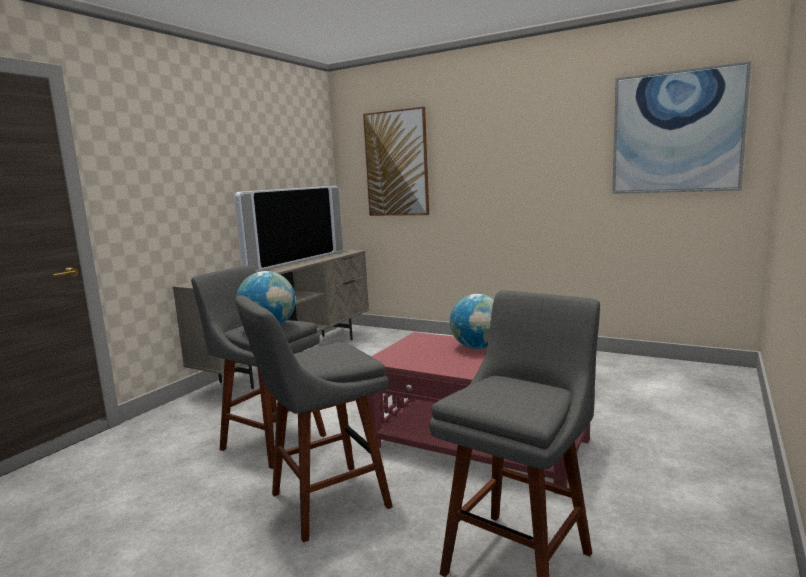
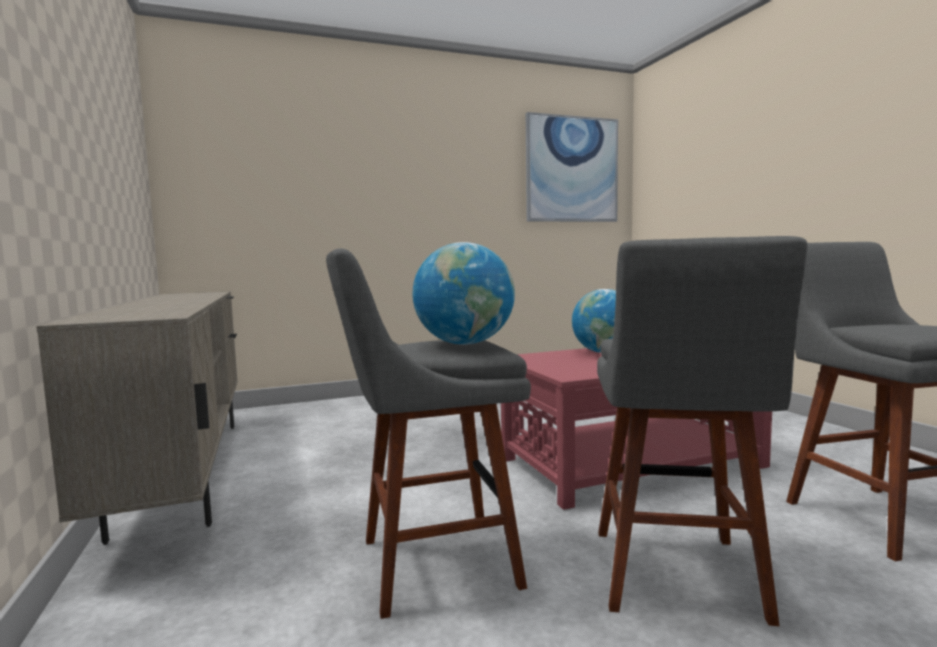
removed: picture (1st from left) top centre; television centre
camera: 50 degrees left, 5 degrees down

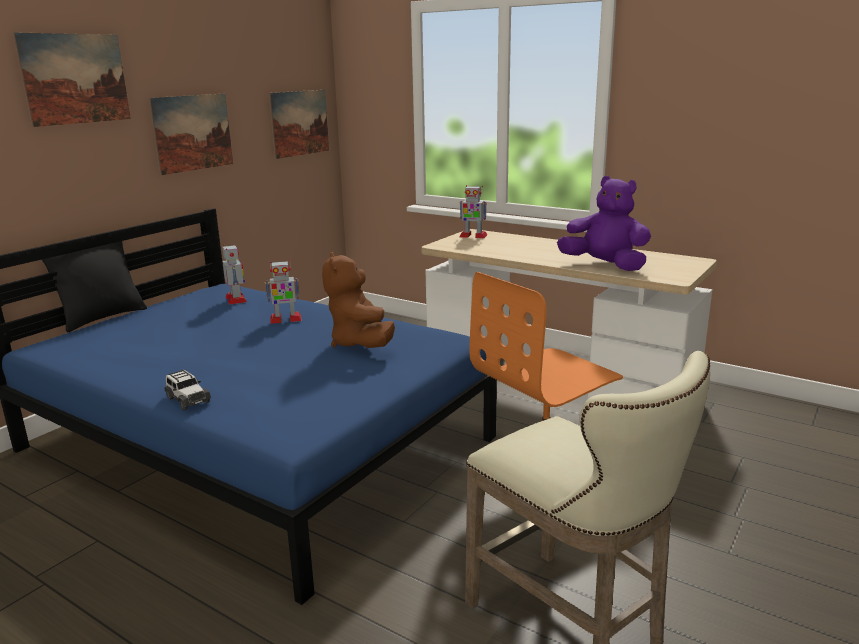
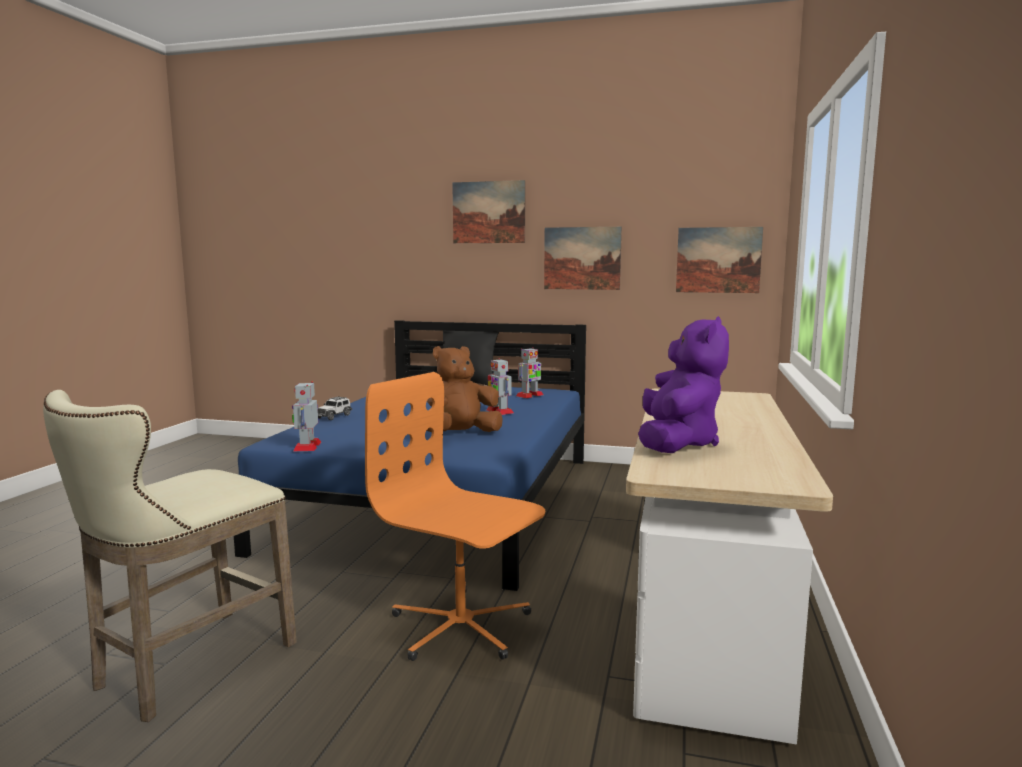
moved: toy robot (3rd from left in the first image) top centre to toy robot (1st from left) middle left
camera: 70 degrees right, 10 degrees down

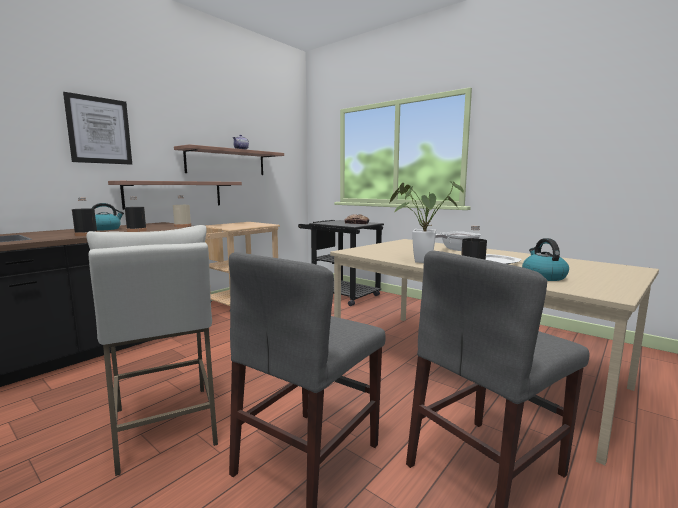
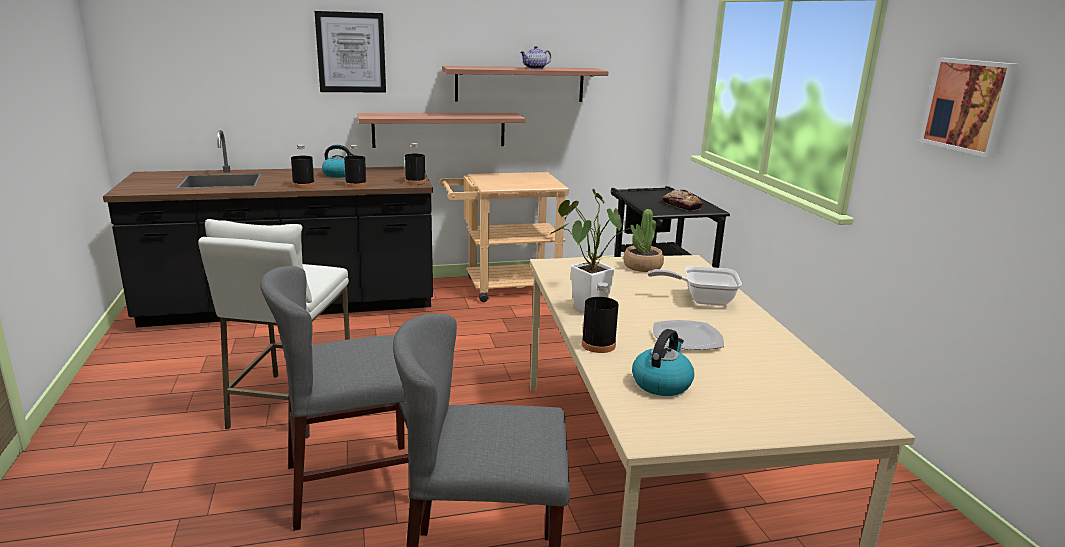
added: picture (2nd from left) top right; potted plant (2nd from left) centre
recoloured: beige bottle middle left to black bottle (3rd from left) top centre
camera: 35 degrees right, 10 degrees up

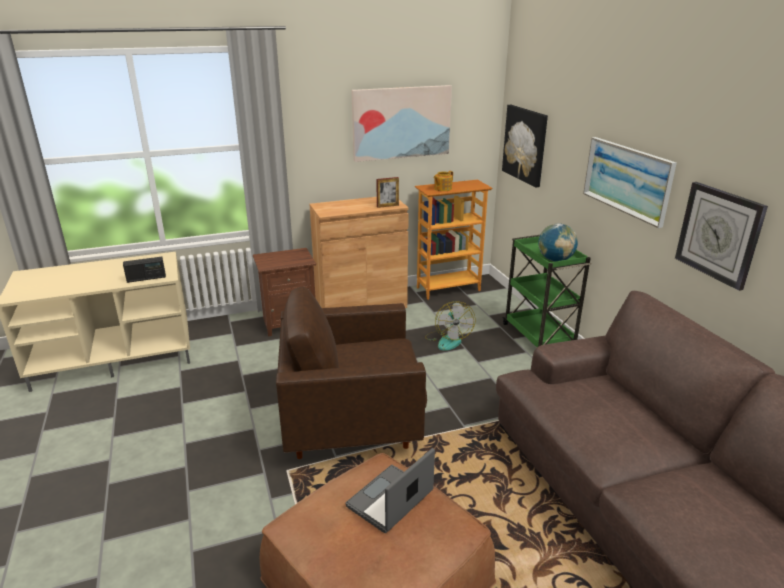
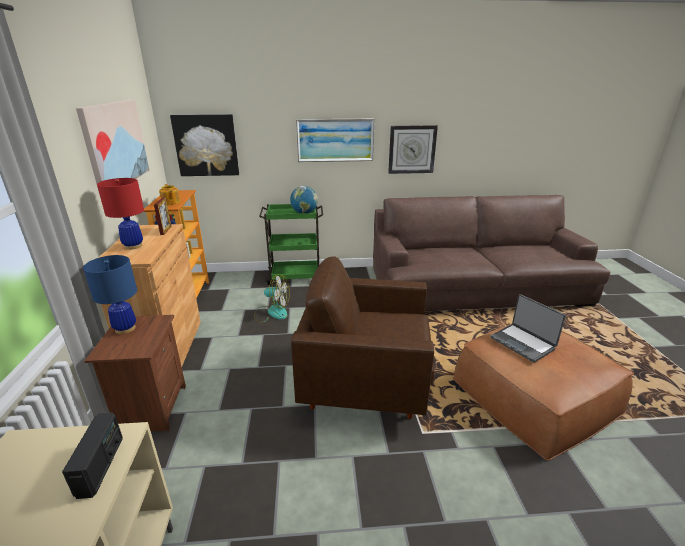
added: red table lamp middle left; blue table lamp middle left
turned: brown armchair centre = centre 90 degrees clockwise
camera: 75 degrees left, 0 degrees up

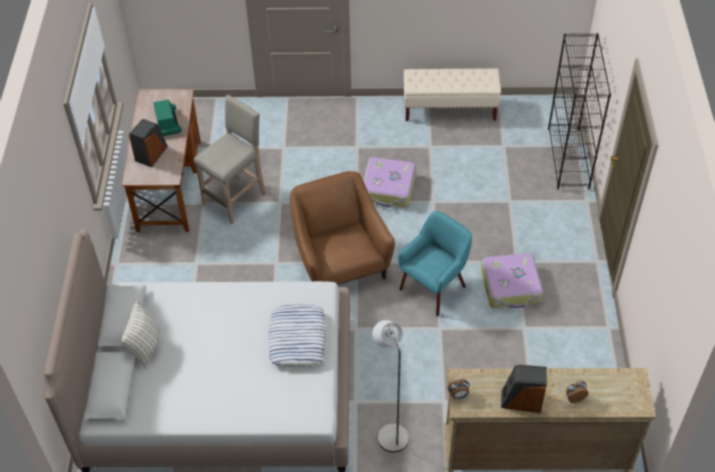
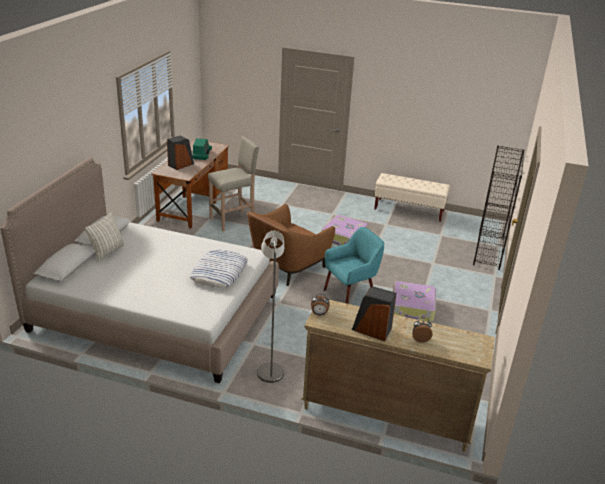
turned: brown armchair centre = centre 135 degrees counterclockwise
camera: 15 degrees right, 20 degrees down

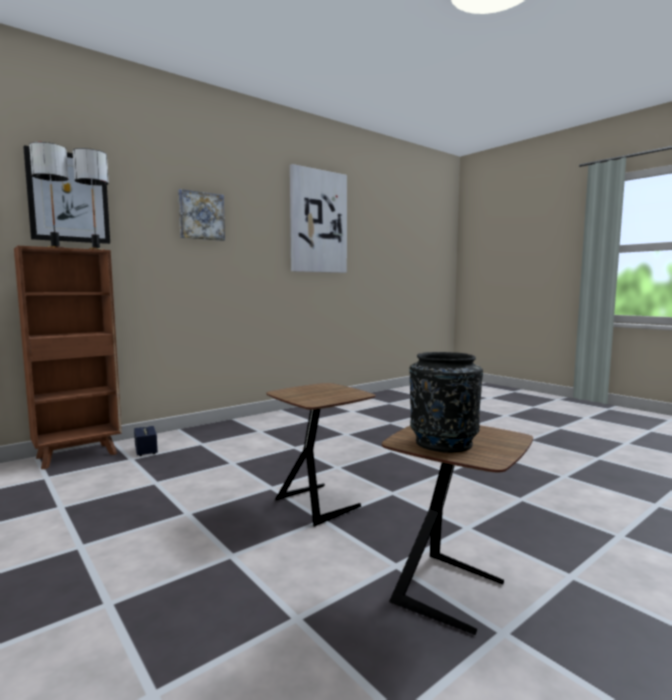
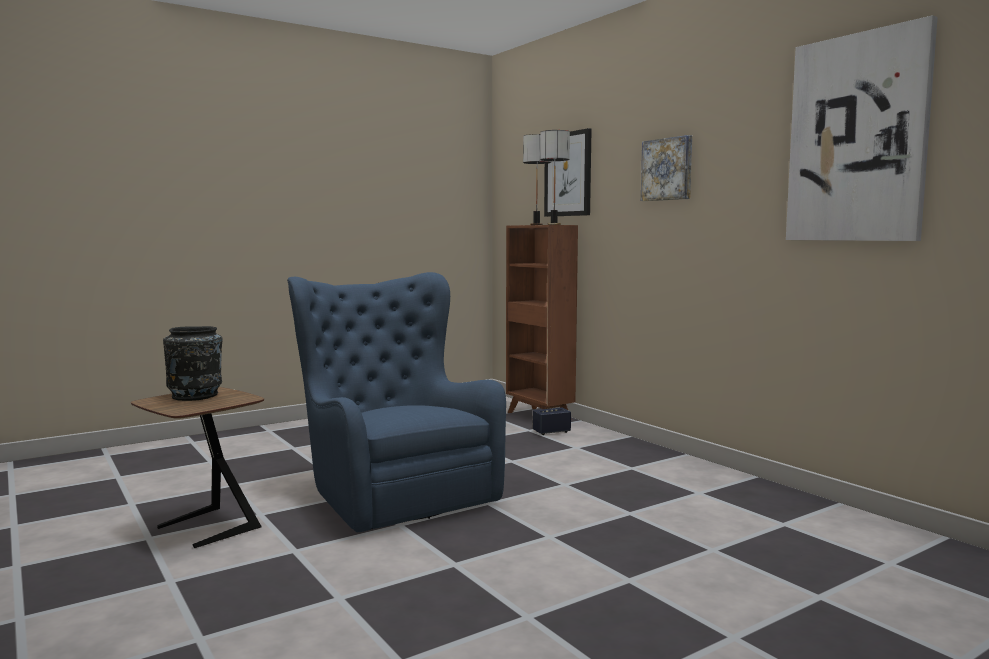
replaced: brown side table (1st from left) centre to blue armchair centre
camera: 95 degrees right, 0 degrees up

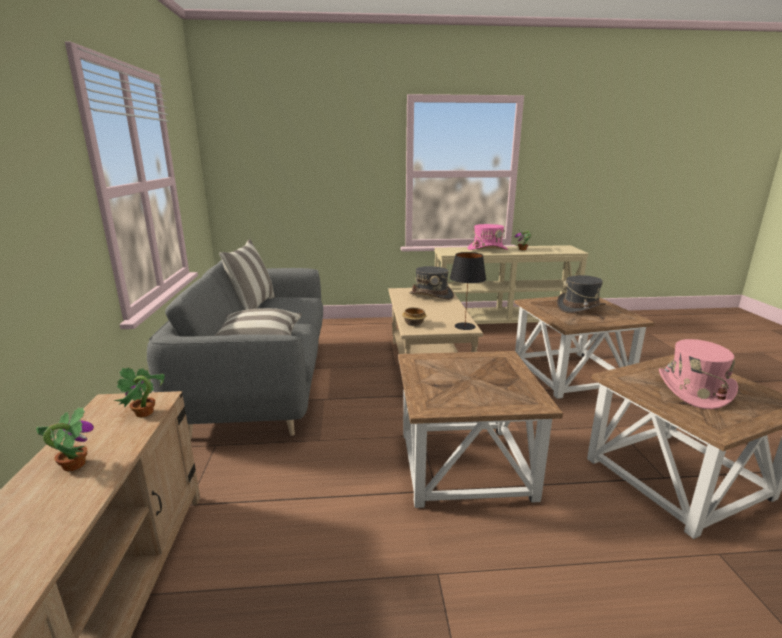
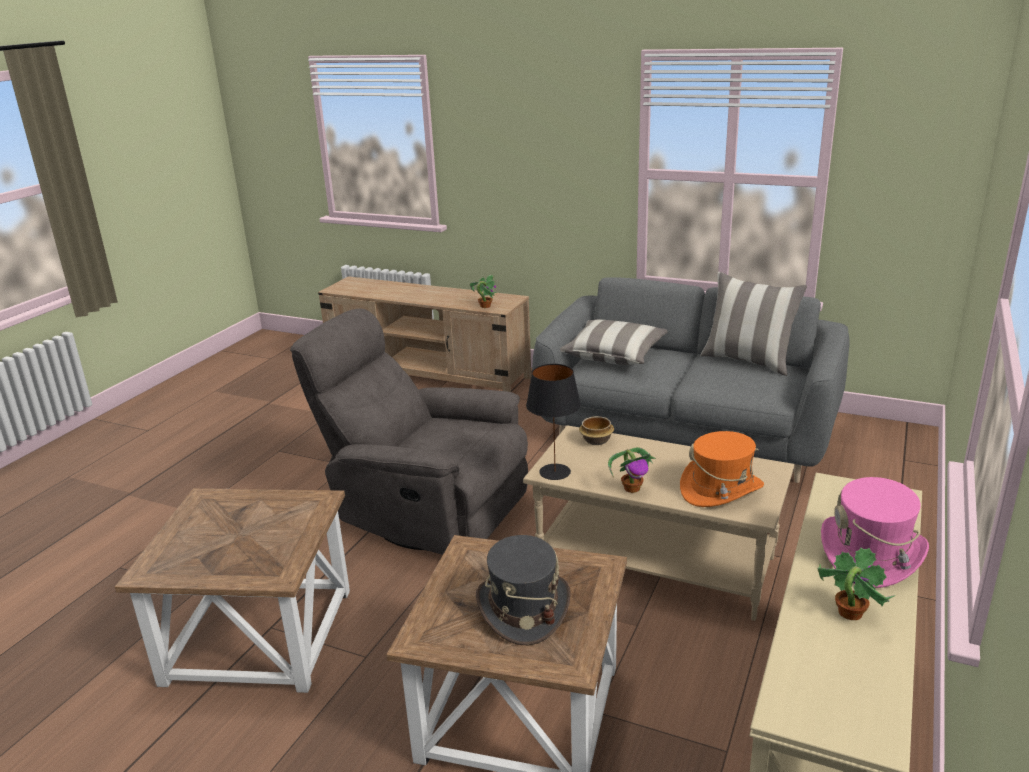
removed: pink hat (2nd from left) middle right
moved: potted plant (1st from left in the first image) bottom left to potted plant (2nd from left) centre
replaced: brown side table (1st from left) bottom centre to grey armchair centre
recoloured: grey hat (1st from left) centre to orange hat middle right
camera: 120 degrees right, 5 degrees up

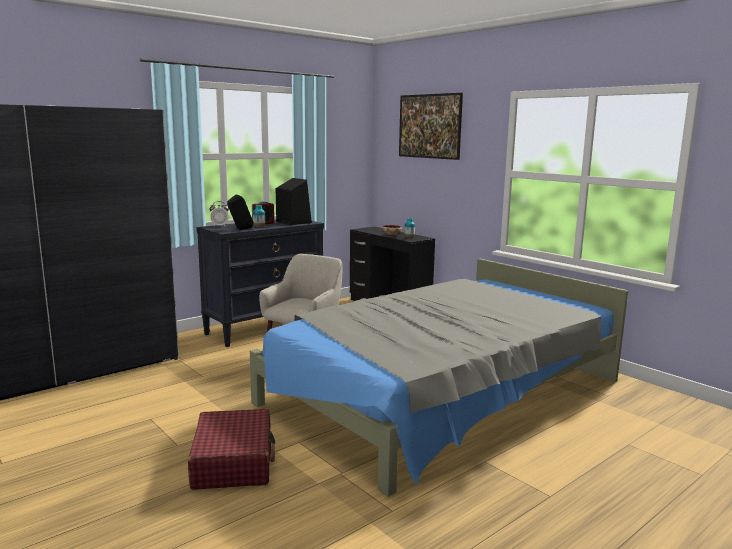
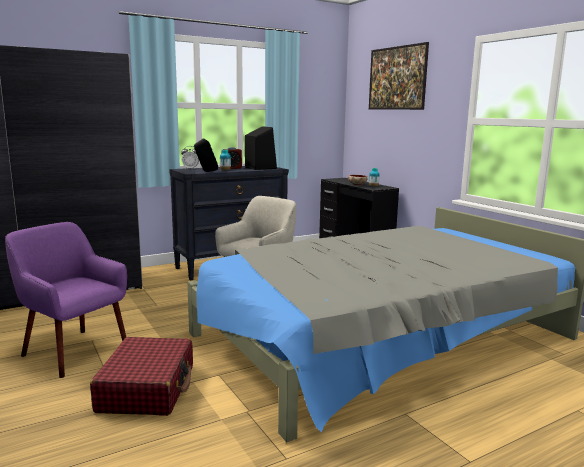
added: purple armchair middle left
camera: 10 degrees right, 0 degrees up

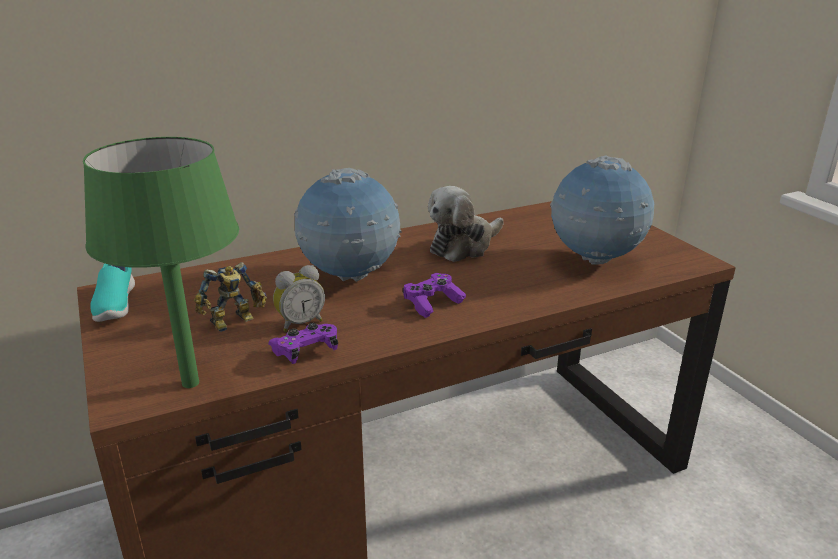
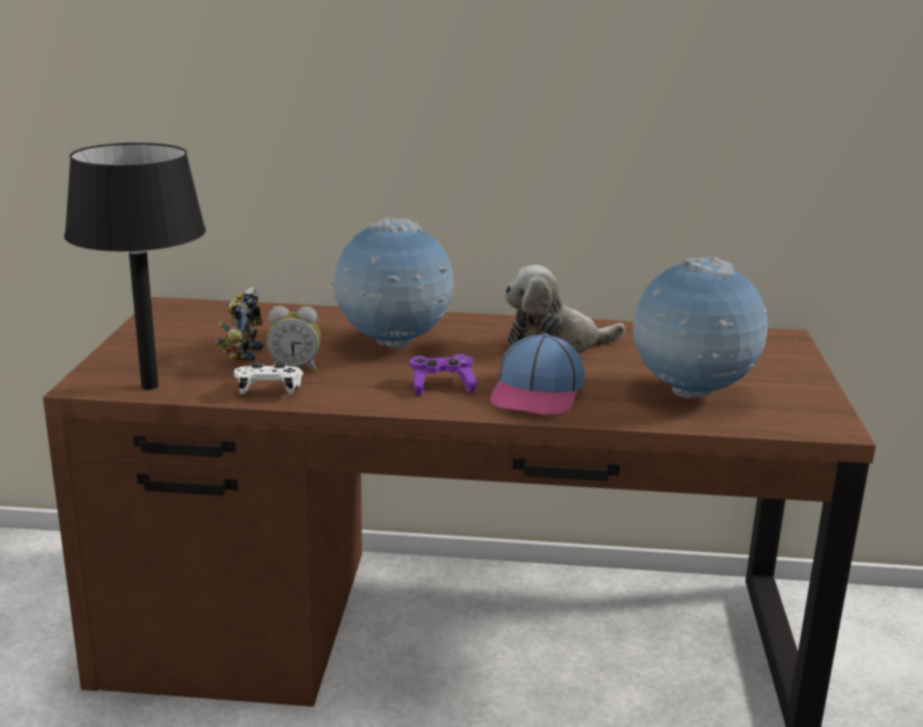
removed: turquoise shoe middle left
added: cap centre
recoloured: green table lamp middle left to black table lamp middle left; purple game controller (1st from left) centre to white game controller middle left
turned: toy robot middle left = middle left 105 degrees clockwise
camera: 30 degrees right, 5 degrees down

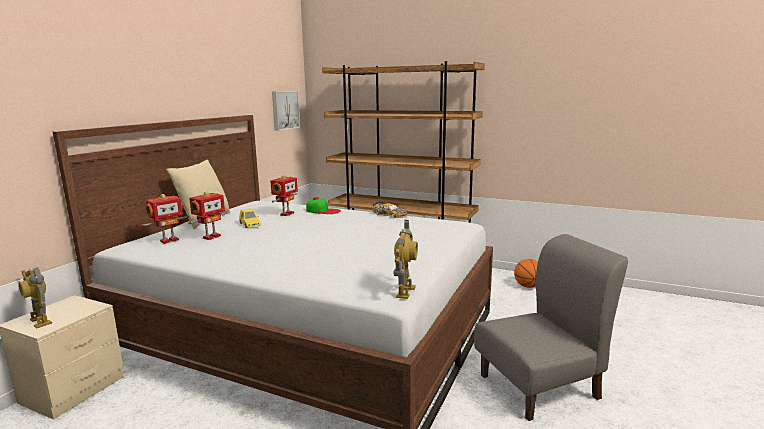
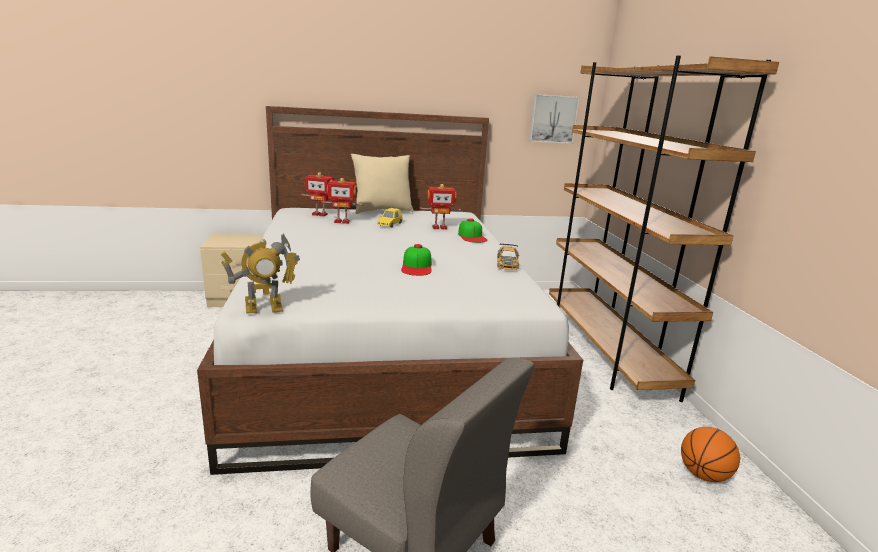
removed: toy robot (1st from left) bottom left
added: cap (1st from left) centre
camera: 55 degrees right, 5 degrees up

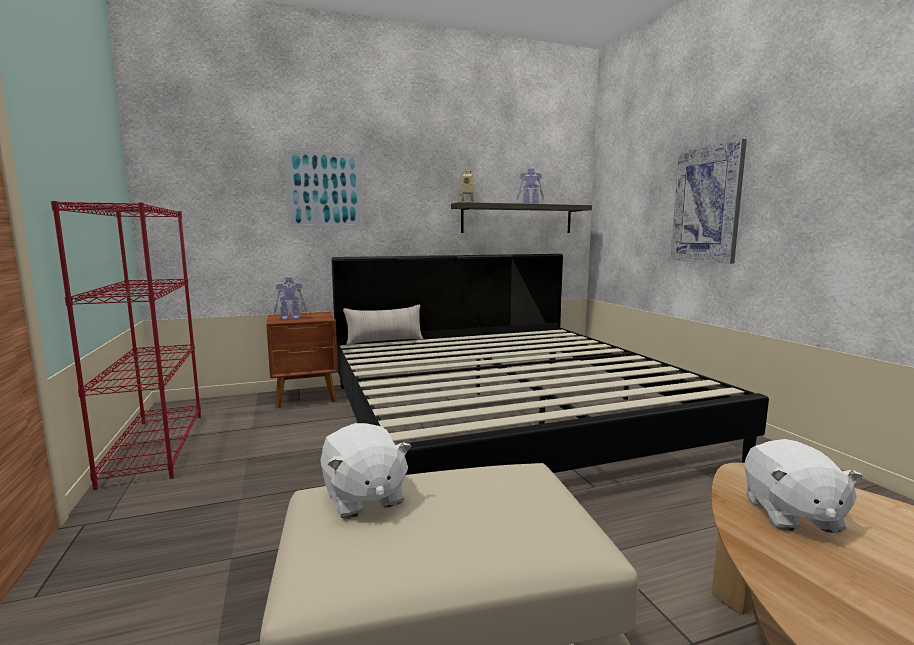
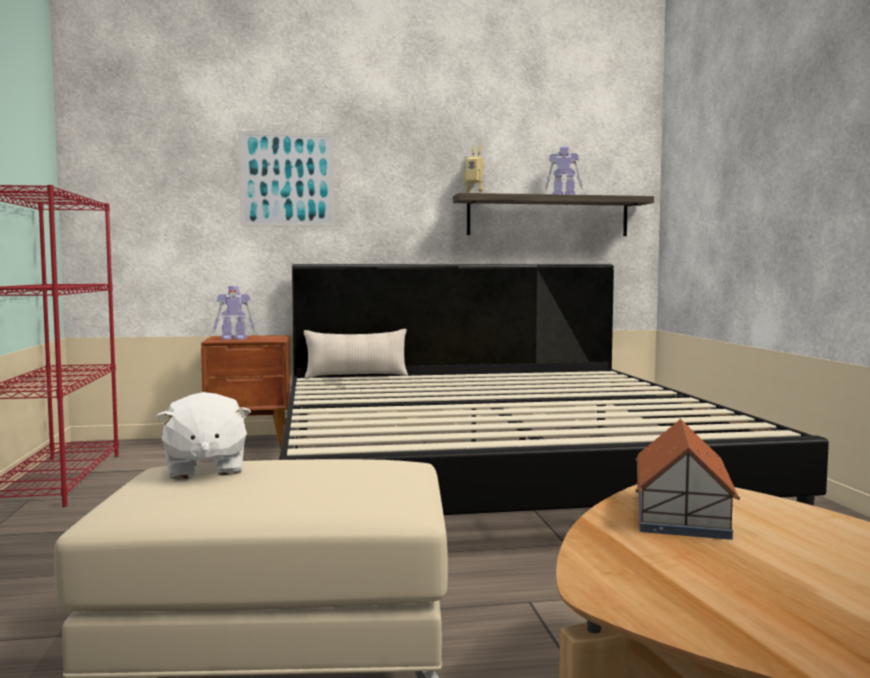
removed: picture (2nd from left) top right
replaced: white plush toy (2nd from left) bottom right to toy house bottom right
camera: 10 degrees right, 5 degrees down

